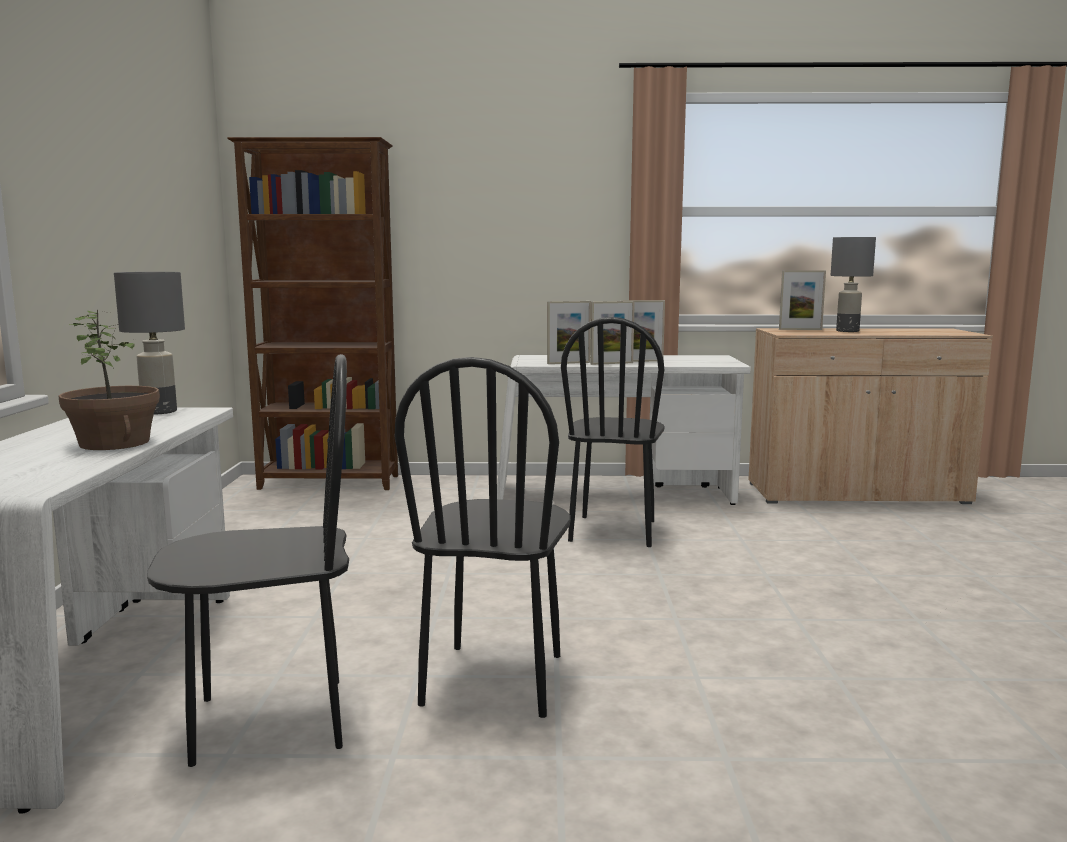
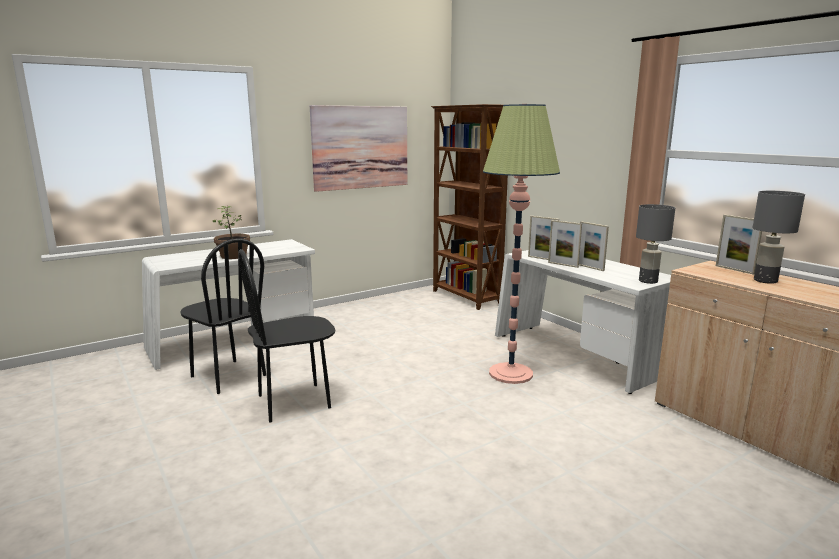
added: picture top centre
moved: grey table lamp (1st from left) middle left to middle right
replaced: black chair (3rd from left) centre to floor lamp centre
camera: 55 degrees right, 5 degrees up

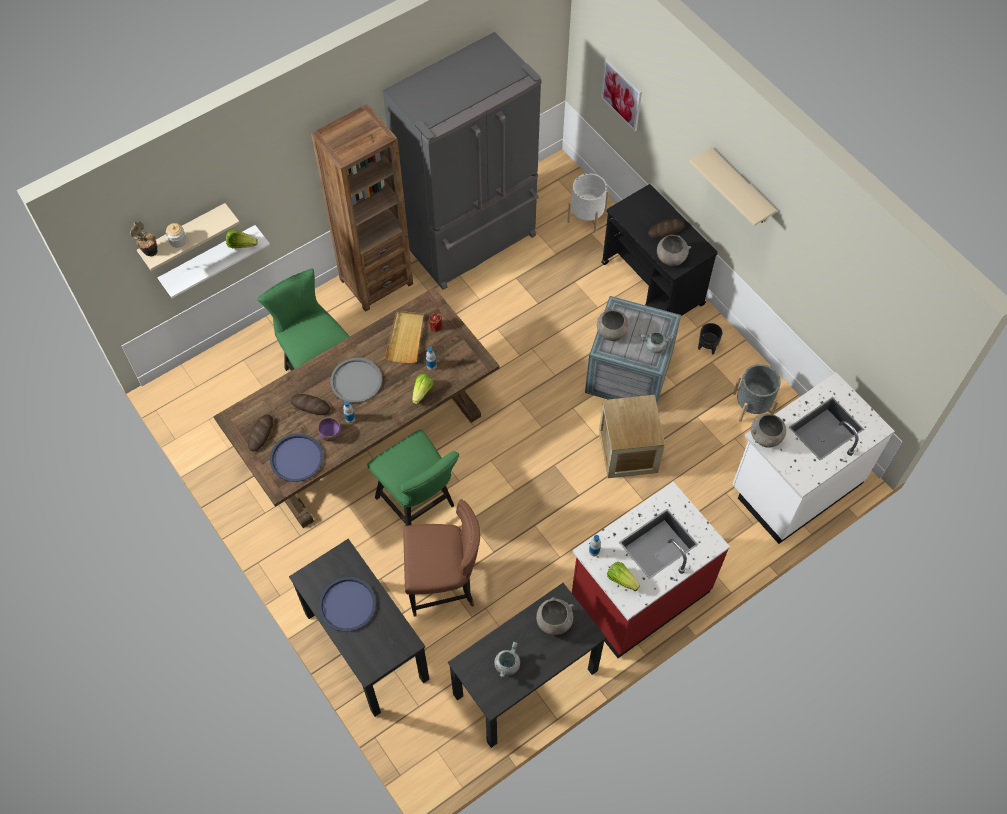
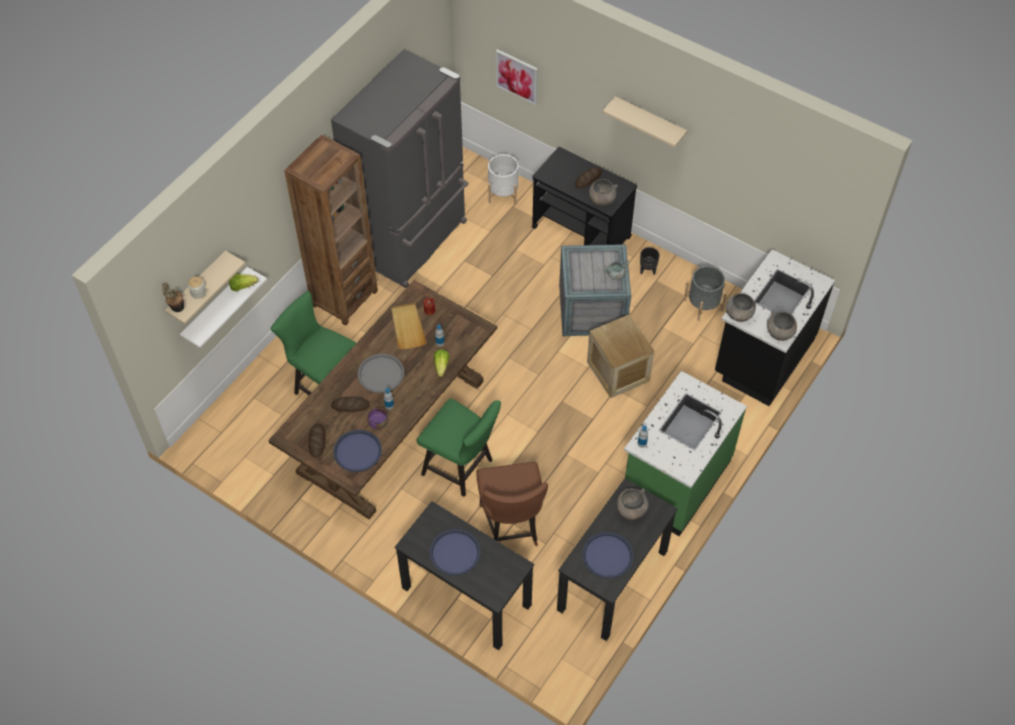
removed: lettuce (3rd from left) bottom centre
moved: grey bowl (2nd from left in the first image) centre to grey bowl (4th from left) middle right
replaced: grey cooking pot (1st from left) bottom centre to blue tray (3rd from left) bottom centre
recoloured: white counter middle right to black counter middle right; red counter bottom centre to green counter middle right
turned: brown chair bottom centre = bottom centre 105 degrees clockwise
camera: 20 degrees left, 5 degrees down

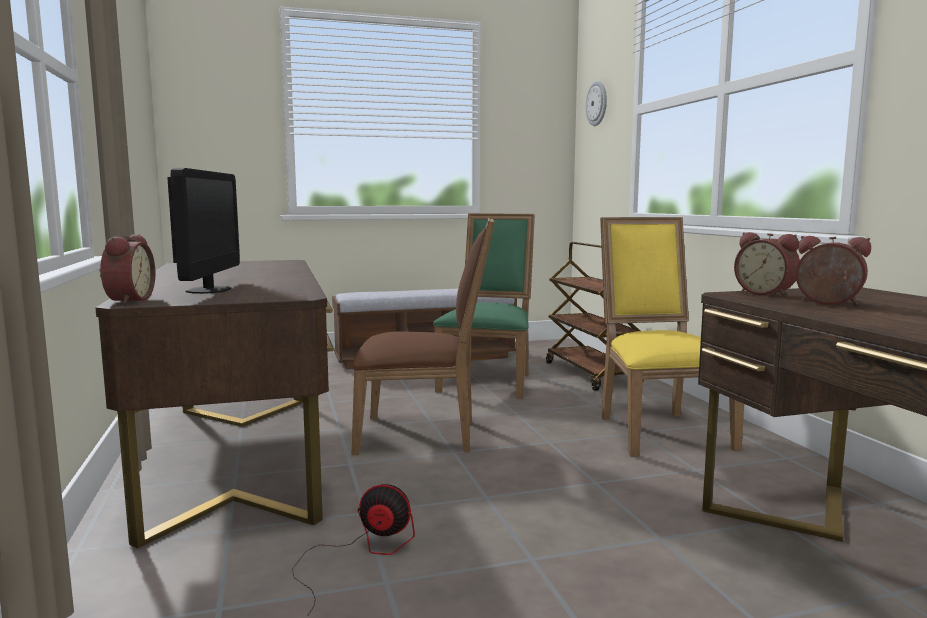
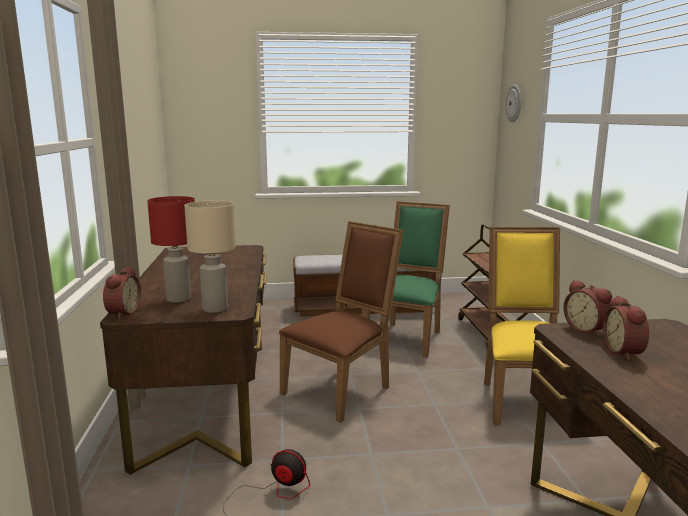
added: beige table lamp middle left
replaced: monitor middle left to red table lamp middle left
turned: brown chair centre = centre 60 degrees counterclockwise; alarm clock (3rd from left) middle right = middle right 135 degrees counterclockwise
camera: 10 degrees right, 5 degrees up

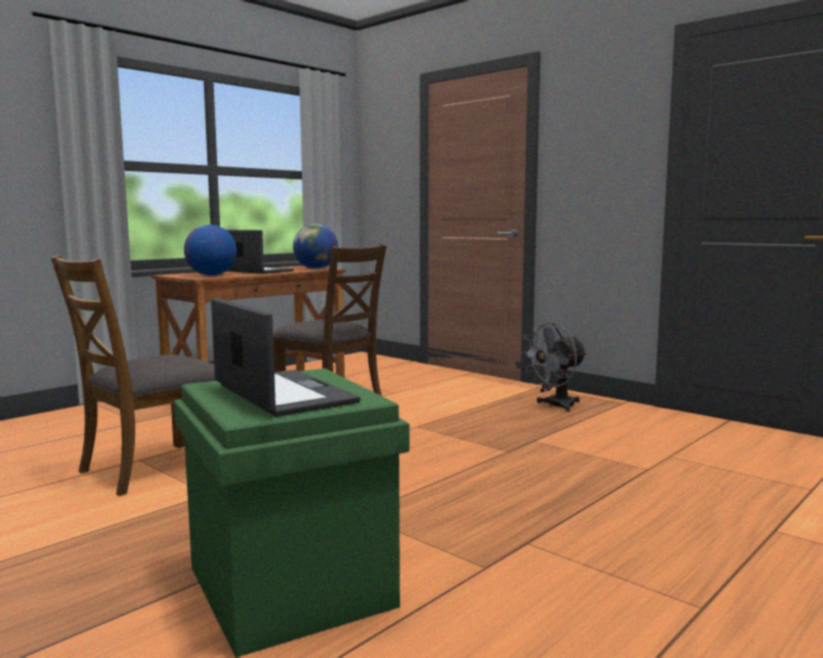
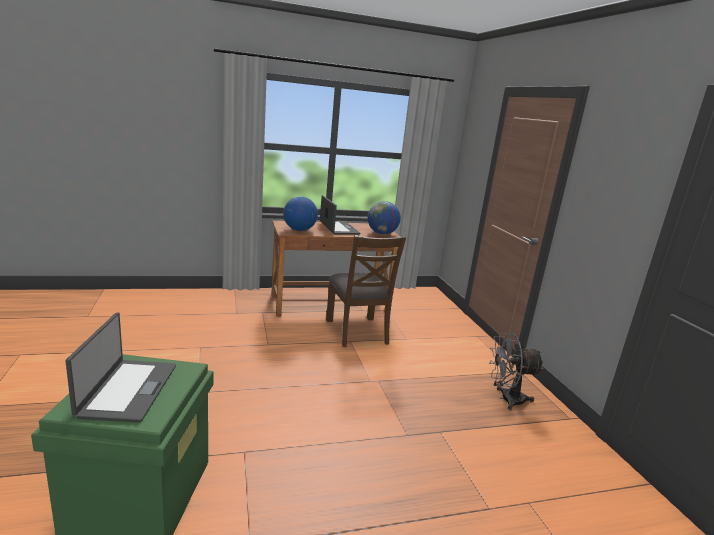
removed: brown chair (1st from left) middle left
camera: 30 degrees right, 10 degrees up

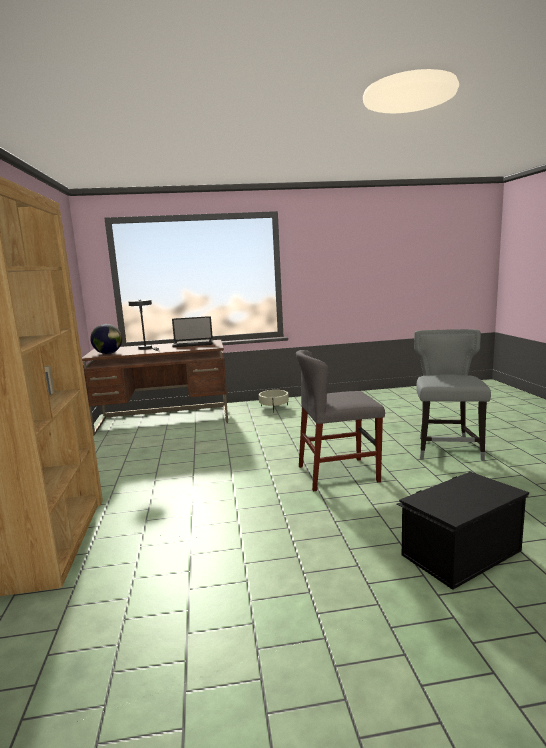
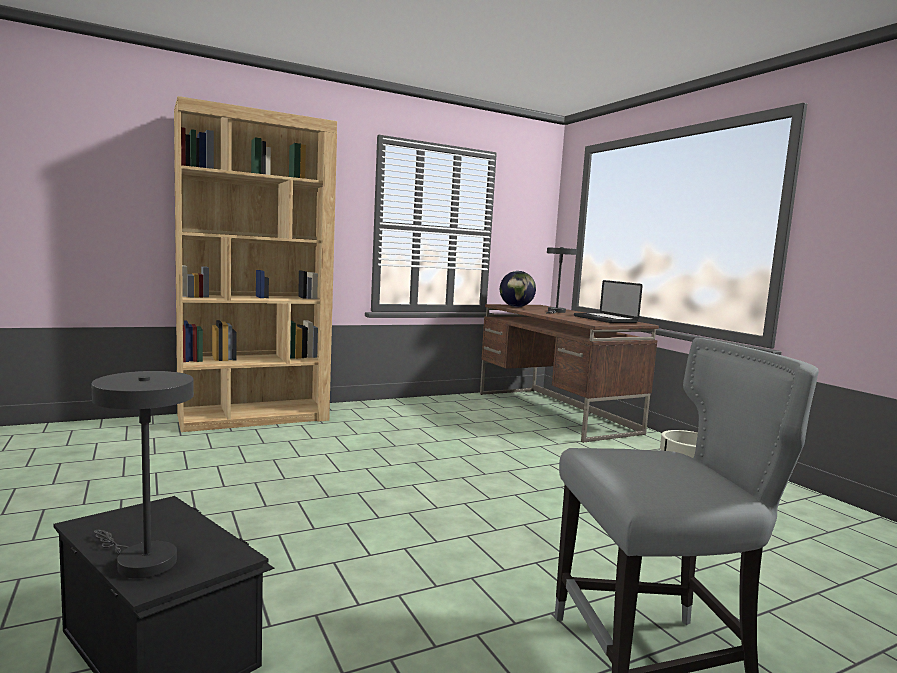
removed: grey chair (1st from left) centre
added: grey table lamp (1st from left) bottom left
camera: 70 degrees right, 5 degrees down

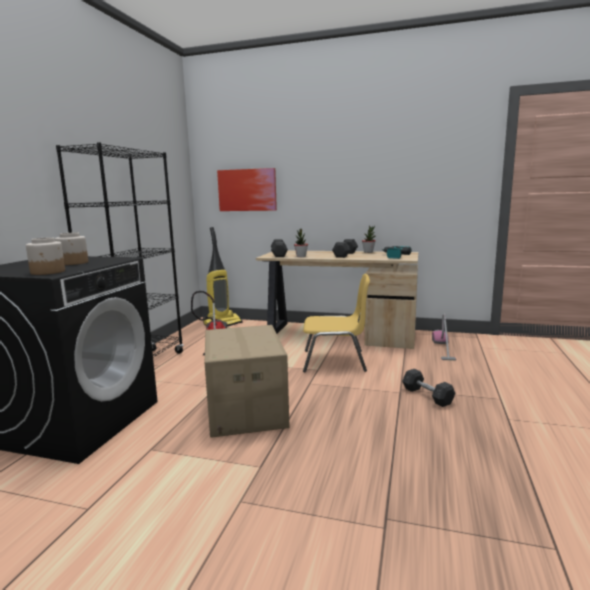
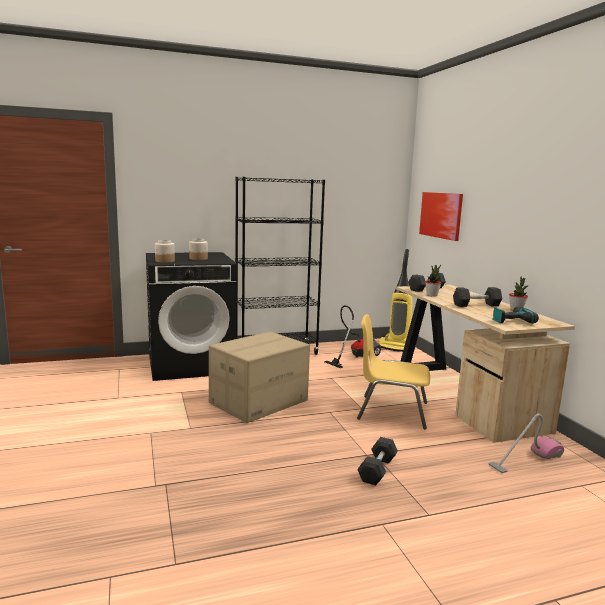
turned: yellow chair centre = centre 135 degrees clockwise
camera: 55 degrees right, 0 degrees up

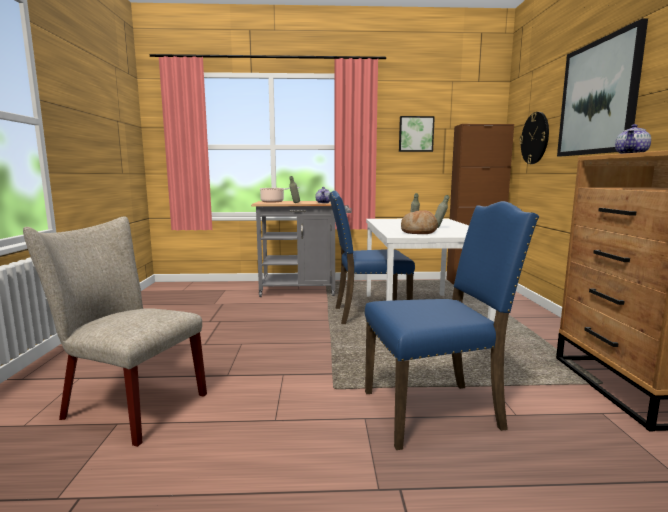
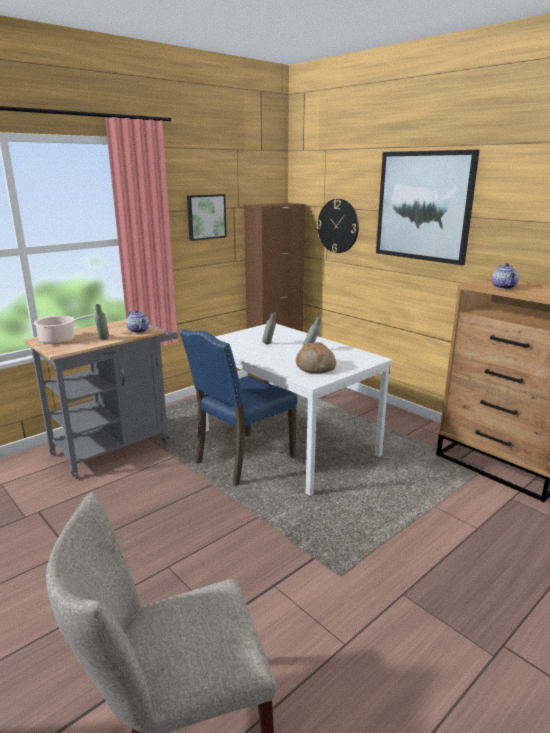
removed: blue chair (2nd from left) middle right
camera: 40 degrees left, 10 degrees up

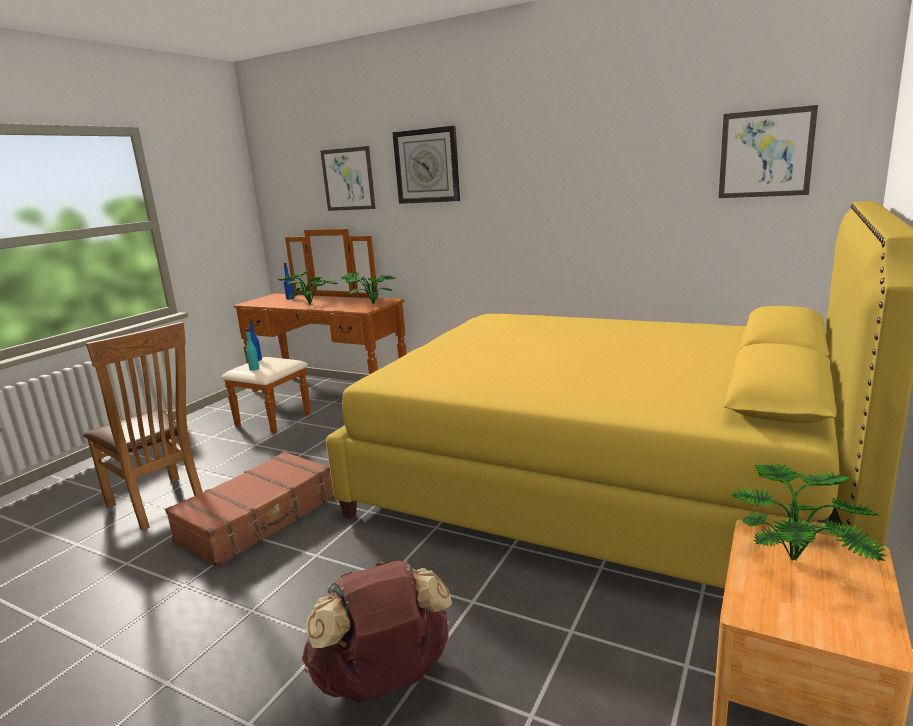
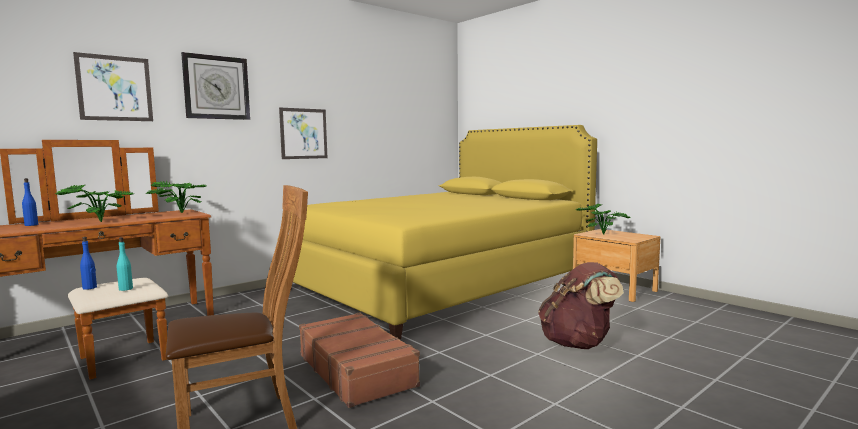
moved: picture (2nd from left) top right to top centre
camera: 70 degrees left, 10 degrees down

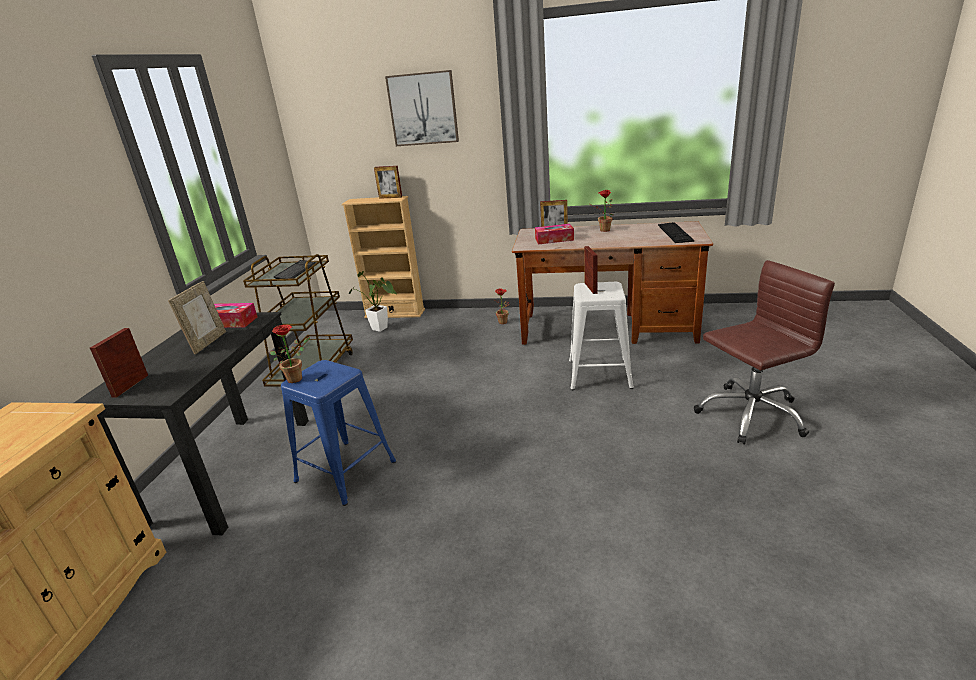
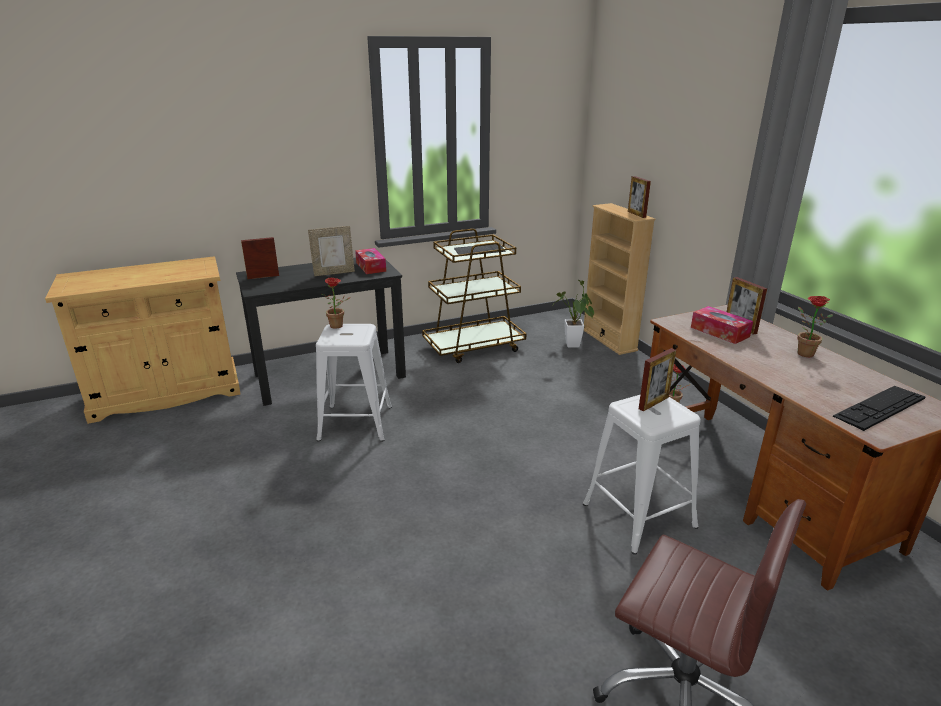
removed: picture top centre
recoloured: blue stool centre to white stool (1st from left) centre
camera: 55 degrees right, 0 degrees up

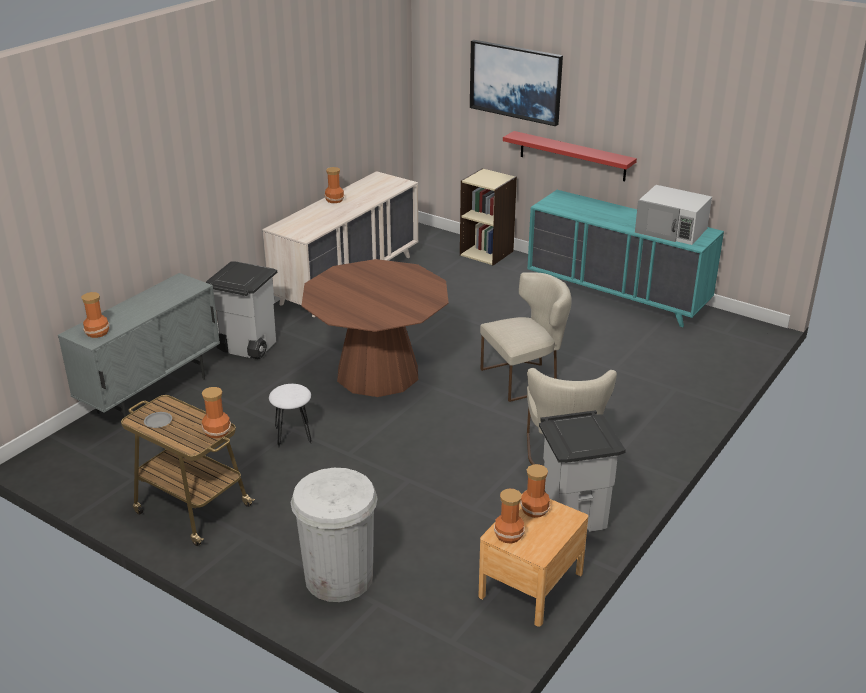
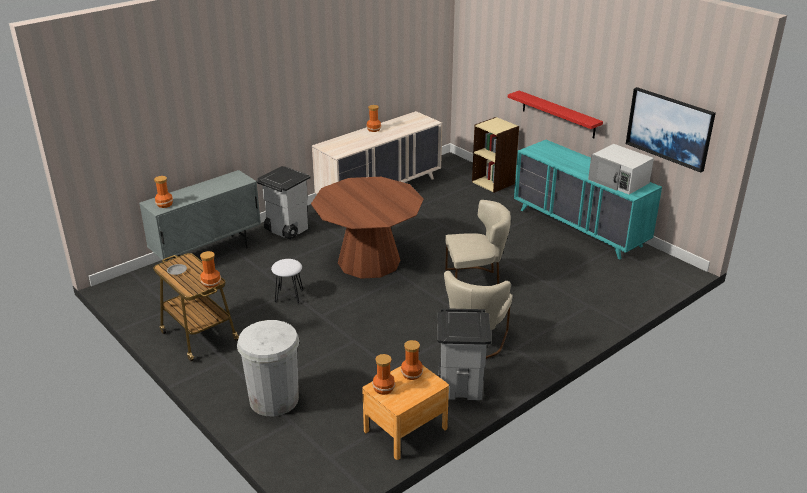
moved: picture top centre to top right
camera: 15 degrees right, 0 degrees up

